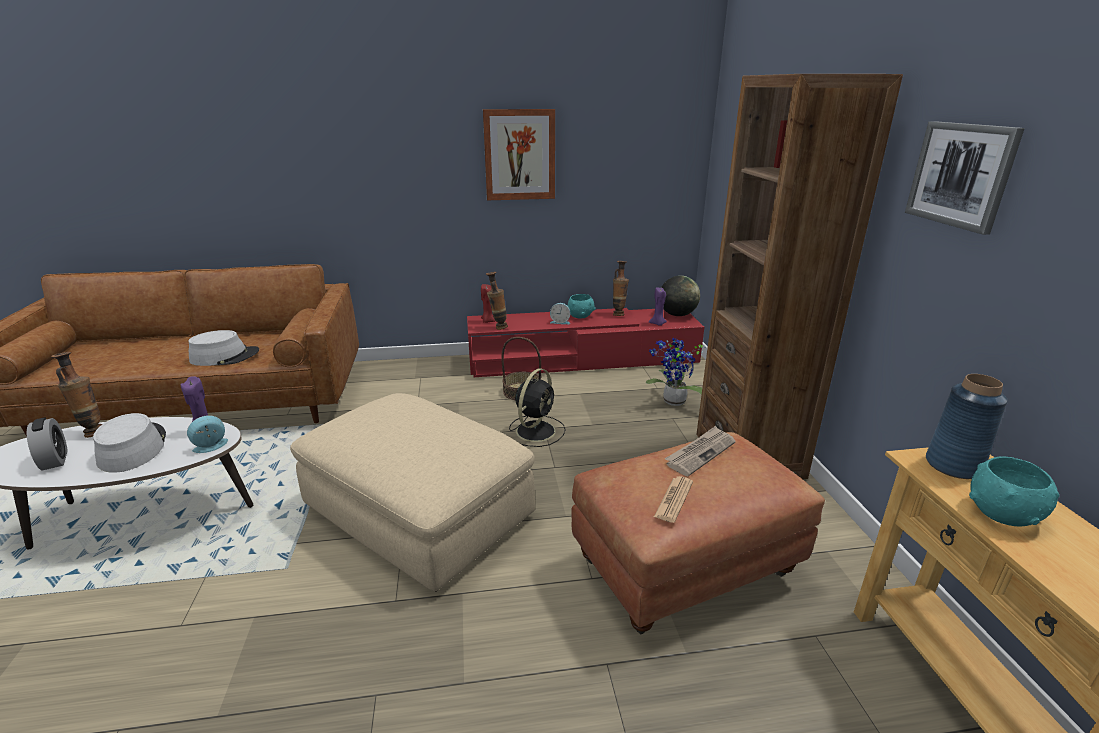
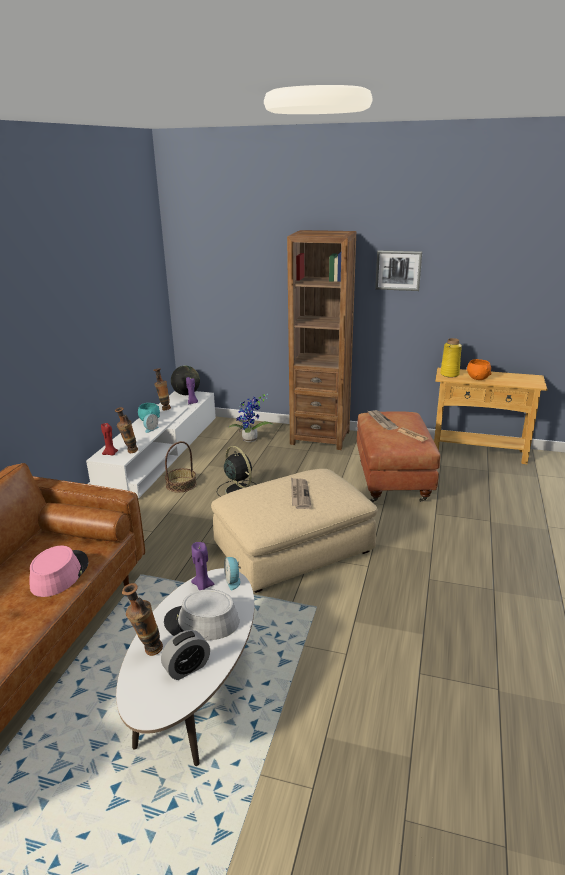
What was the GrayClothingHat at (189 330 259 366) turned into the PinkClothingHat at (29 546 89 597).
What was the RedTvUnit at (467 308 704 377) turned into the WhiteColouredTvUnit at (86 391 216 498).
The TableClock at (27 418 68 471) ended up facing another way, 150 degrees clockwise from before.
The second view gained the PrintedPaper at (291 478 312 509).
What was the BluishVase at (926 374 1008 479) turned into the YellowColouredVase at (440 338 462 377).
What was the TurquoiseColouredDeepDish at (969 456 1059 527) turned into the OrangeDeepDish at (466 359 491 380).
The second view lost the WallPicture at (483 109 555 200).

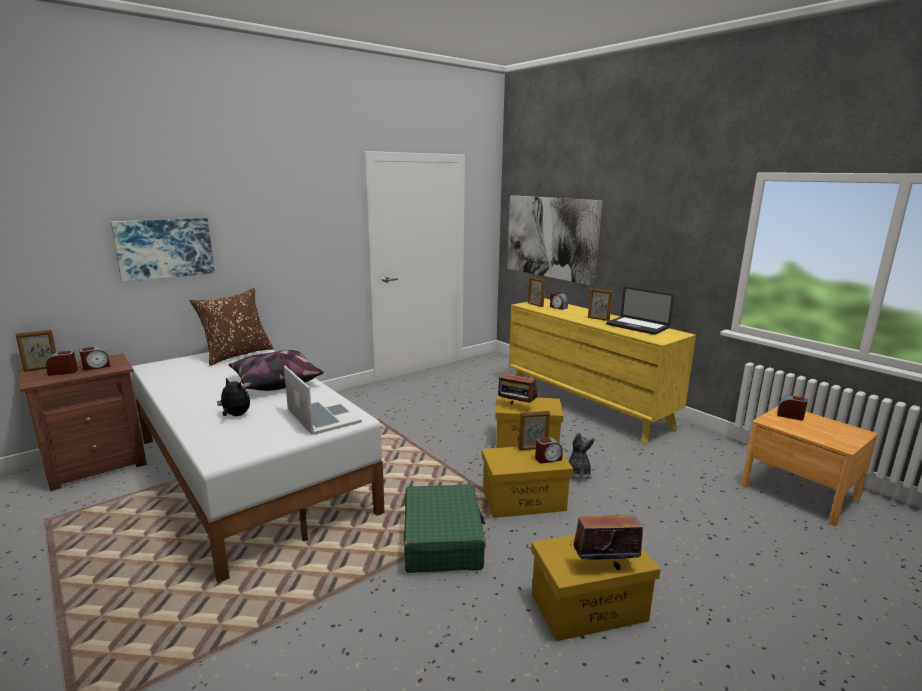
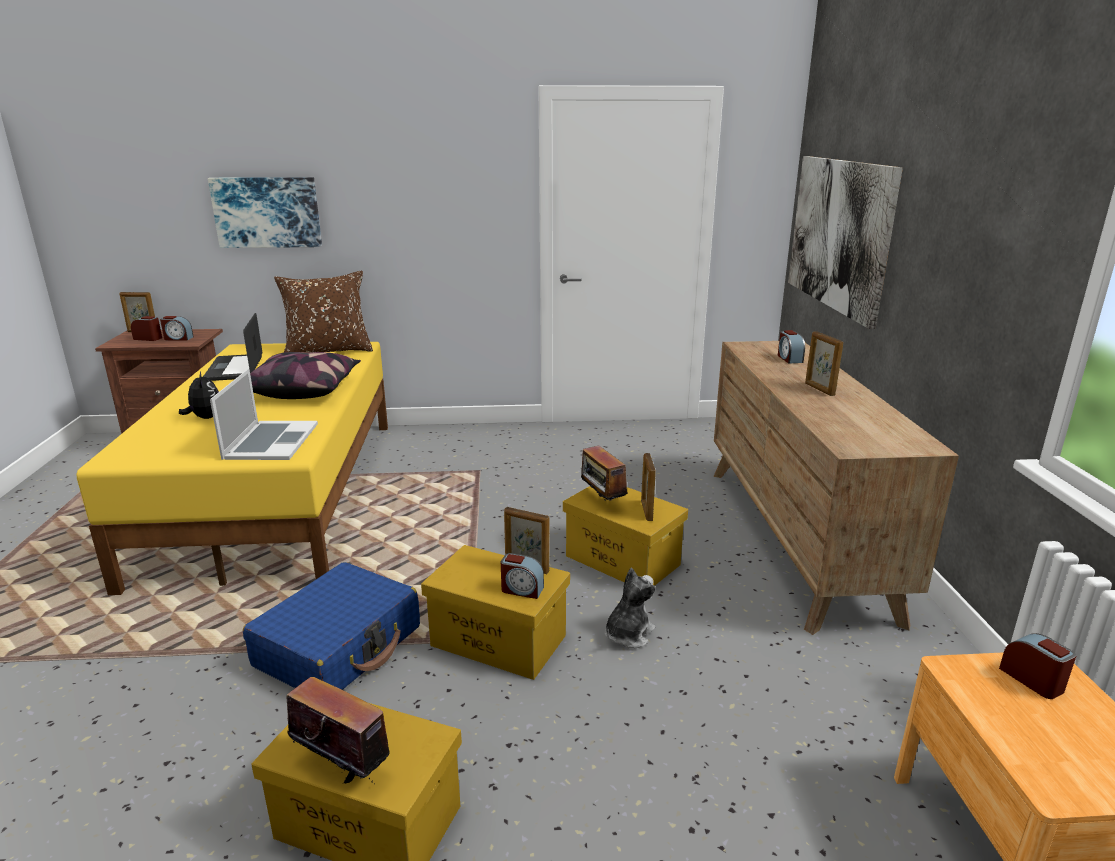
What was the WhiteColouredSleepingBed at (131 349 385 583) turned into the YellowColouredSleepingBed at (76 342 388 595).
The PortableComputer ended up elsewhere, having gone from (606 287 674 335) to (203 313 262 381).
What was the GreenishTravelCase at (403 484 486 573) turned into the BluishTravelCase at (243 562 420 690).
The PhotoFrame ended up elsewhere, having gone from (528 277 545 307) to (641 453 656 521).
What was the YellowColouredChestOfDrawers at (509 298 696 445) turned into the BrownColouredChestOfDrawers at (713 341 959 635).

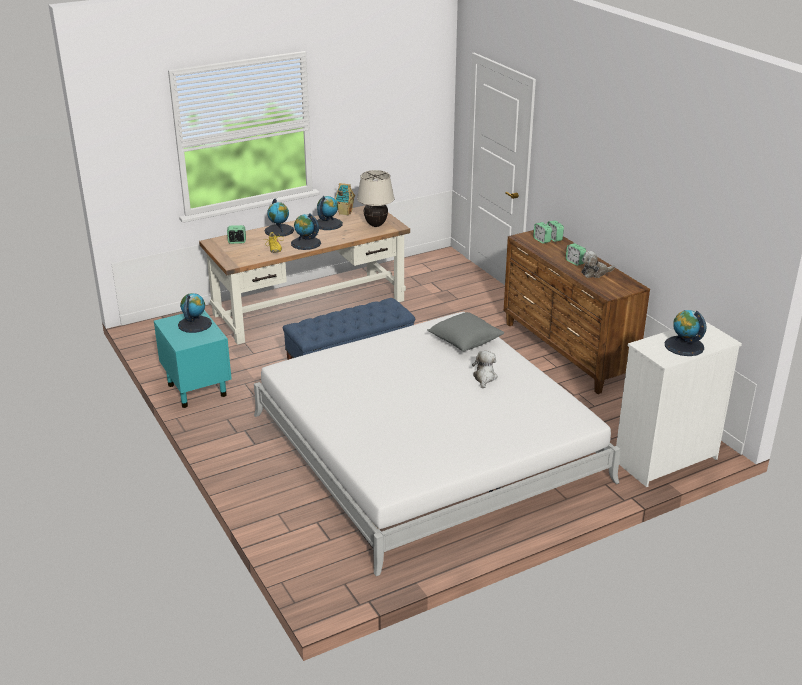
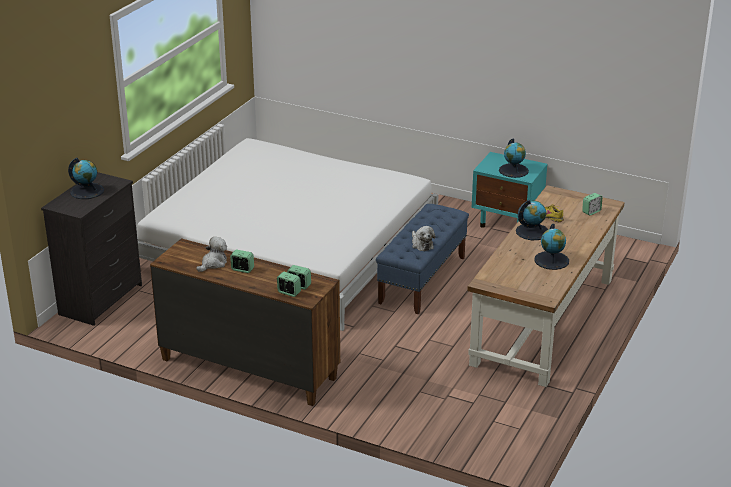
What was the WhiteColouredChestOfDrawers at (616 321 742 487) turned into the BlackChestOfDrawers at (41 172 142 326).
The SoftToy ended up elsewhere, having gone from (472 351 497 389) to (412 226 435 251).
The second view lost the DeskGlobe at (264 198 294 236).
The second view lost the MiniatureHouse at (335 183 355 216).
The second view lost the BeigeTableLamp at (357 170 395 227).
The second view lost the GrayThrowPillow at (427 312 504 352).

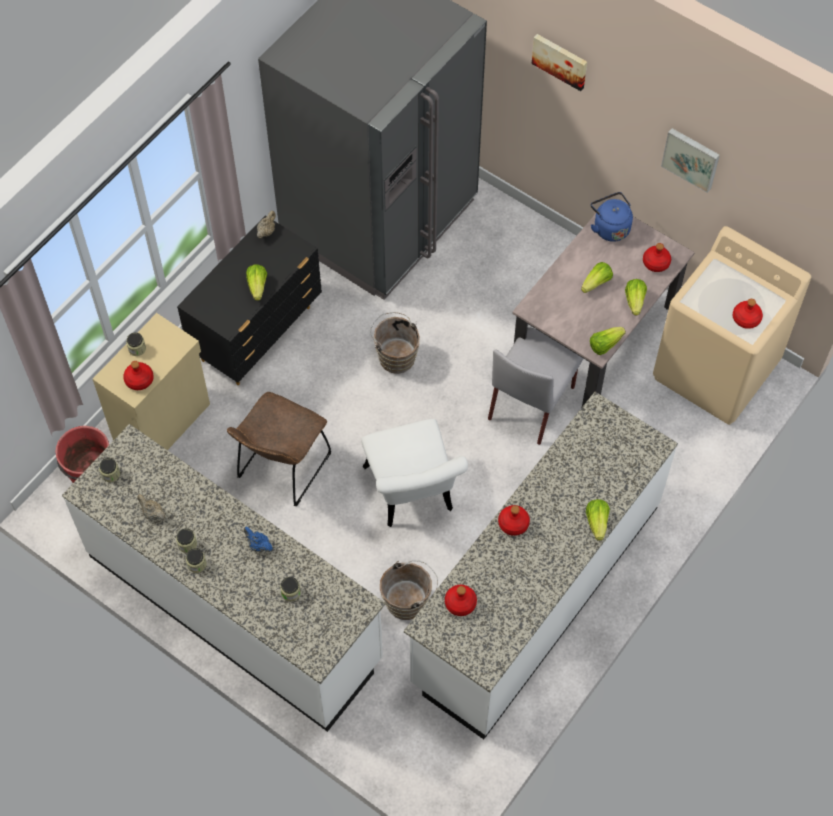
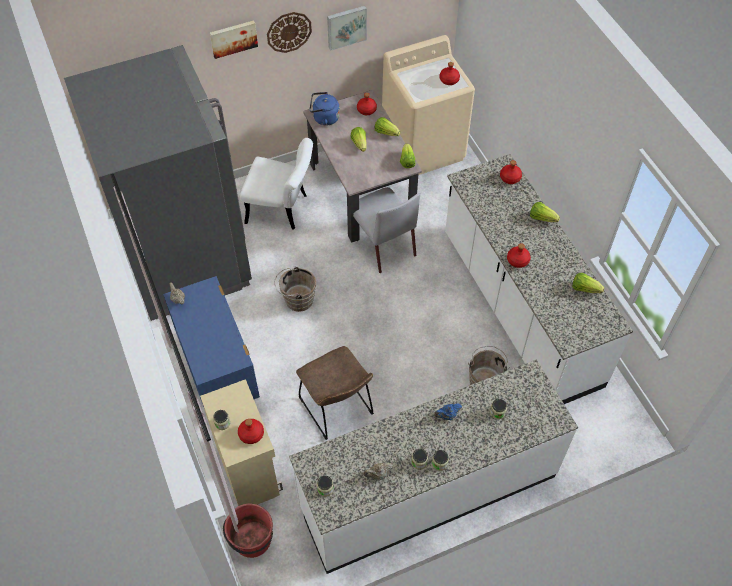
What was the BlackChestOfDrawers at (177 215 322 385) turned into the BluishChestOfDrawers at (163 276 260 407).
The WhiteColouredChair ended up elsewhere, having gone from (361 419 468 527) to (240 138 313 229).
The second view gained the ClockOnTheWall at (267 12 312 53).
The RedDrinkBottle ended up elsewhere, having gone from (445 585 477 616) to (500 160 522 184).
The Lettuce ended up elsewhere, having gone from (246 264 267 301) to (572 273 604 293).

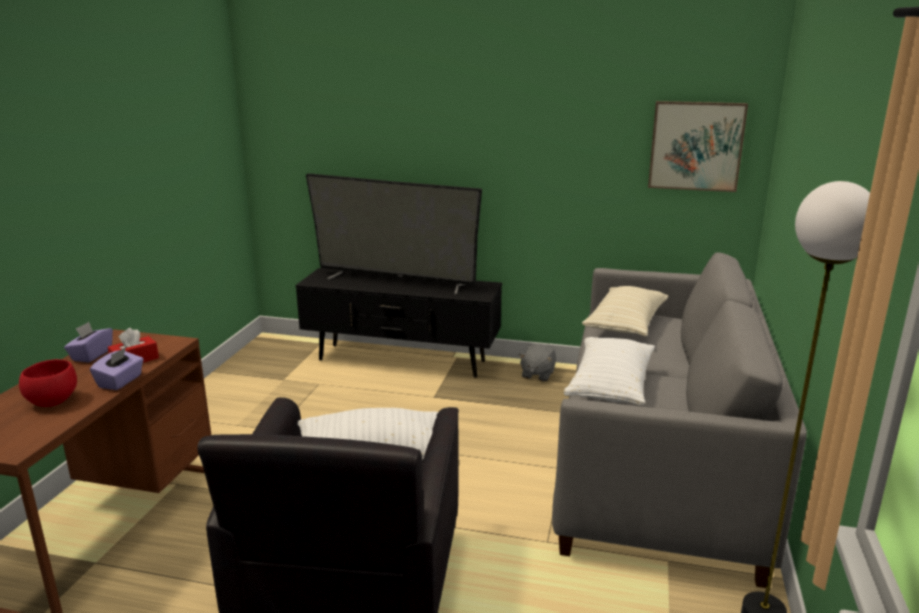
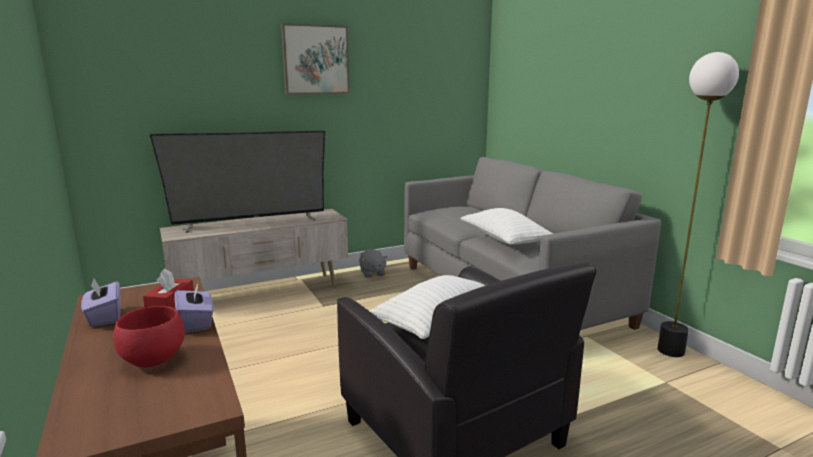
What was the BlackTvUnit at (296 268 502 378) turned into the BeigeTvUnit at (160 209 348 287).
The WallPicture ended up elsewhere, having gone from (648 101 748 192) to (281 23 350 94).
The second view lost the BeigeThrowPillow at (582 286 668 337).

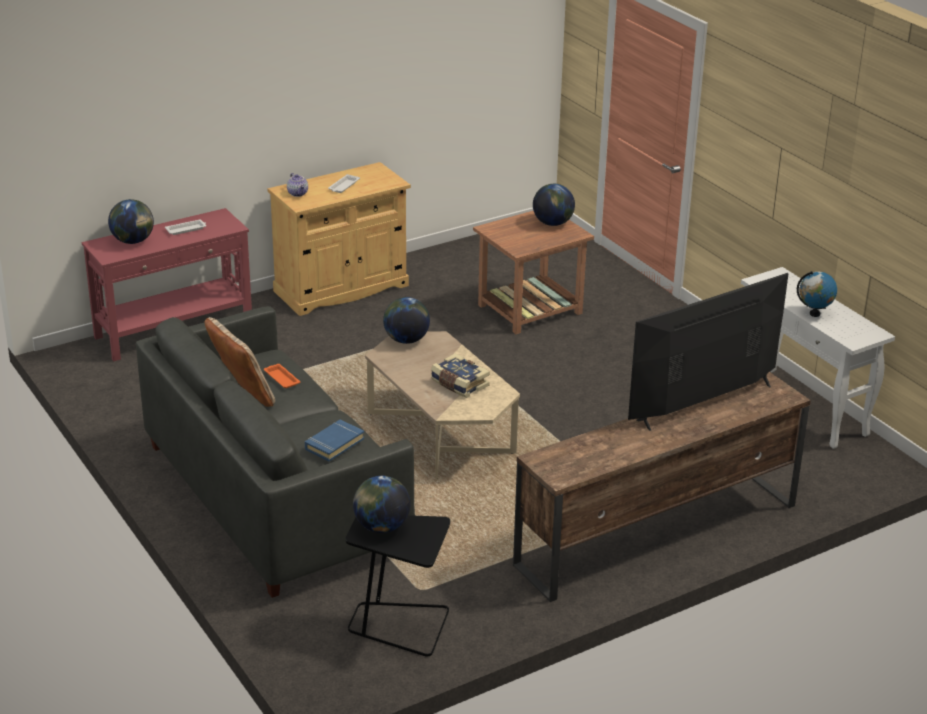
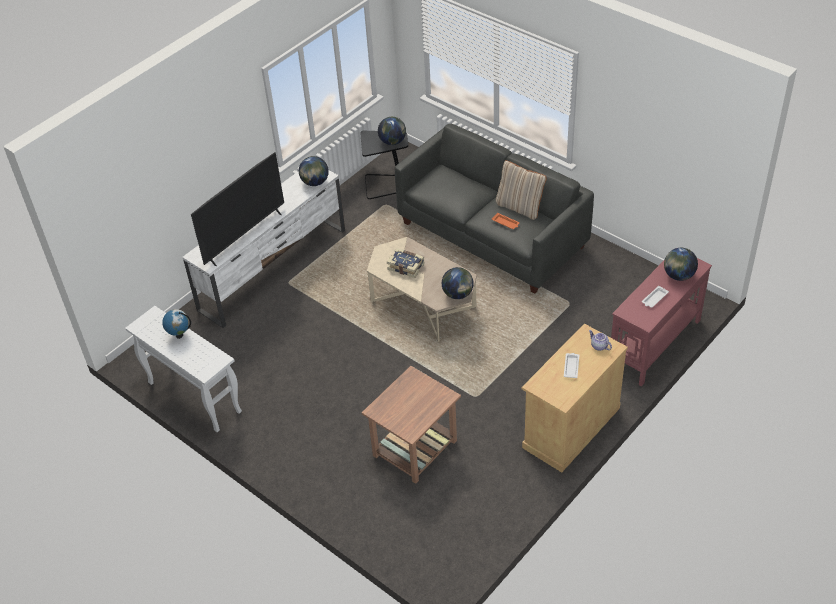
What was the BrownColouredTvUnit at (513 372 811 602) turned into the WhiteColouredTvUnit at (182 171 345 328).
The DeskGlobe ended up elsewhere, having gone from (533 184 575 226) to (299 156 329 186).
The second view lost the BluishVolume at (305 420 364 461).

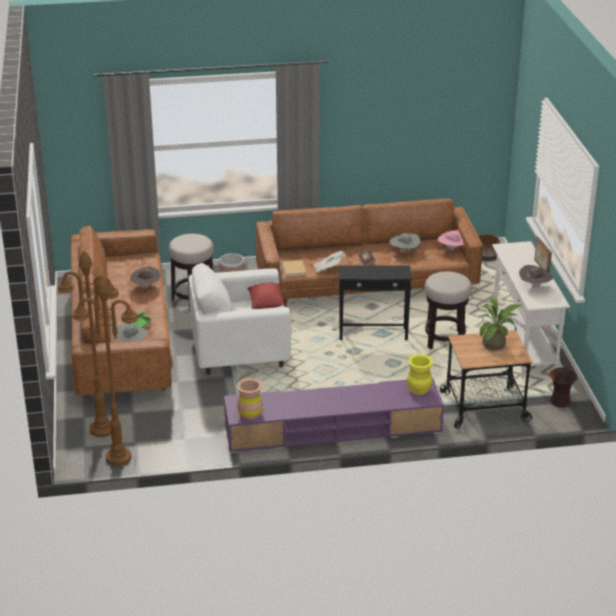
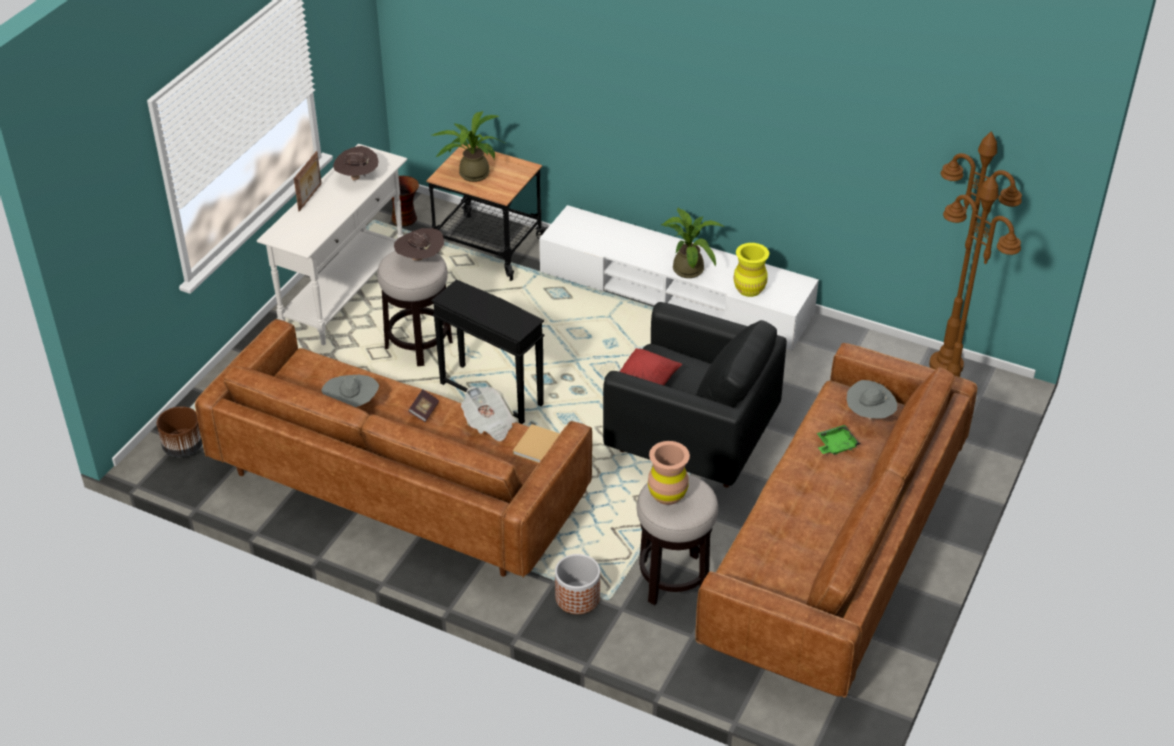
The BrownColouredClothingHat ended up elsewhere, having gone from (130 266 161 289) to (394 228 444 261).
What was the PurpleColouredTvUnit at (224 377 444 453) turned into the WhiteColouredTvUnit at (539 205 819 350).
What was the WhiteColouredEasyChair at (189 263 291 375) turned into the BlackEasyChair at (603 302 787 488).
The BrownColouredVase ended up elsewhere, having gone from (237 378 263 420) to (648 441 690 505).
The second view gained the PottedPlant at (661 208 724 278).
The YellowColouredVase ended up elsewhere, having gone from (407 354 433 395) to (733 243 769 297).
The second view lost the PinkClothingHat at (438 230 464 250).

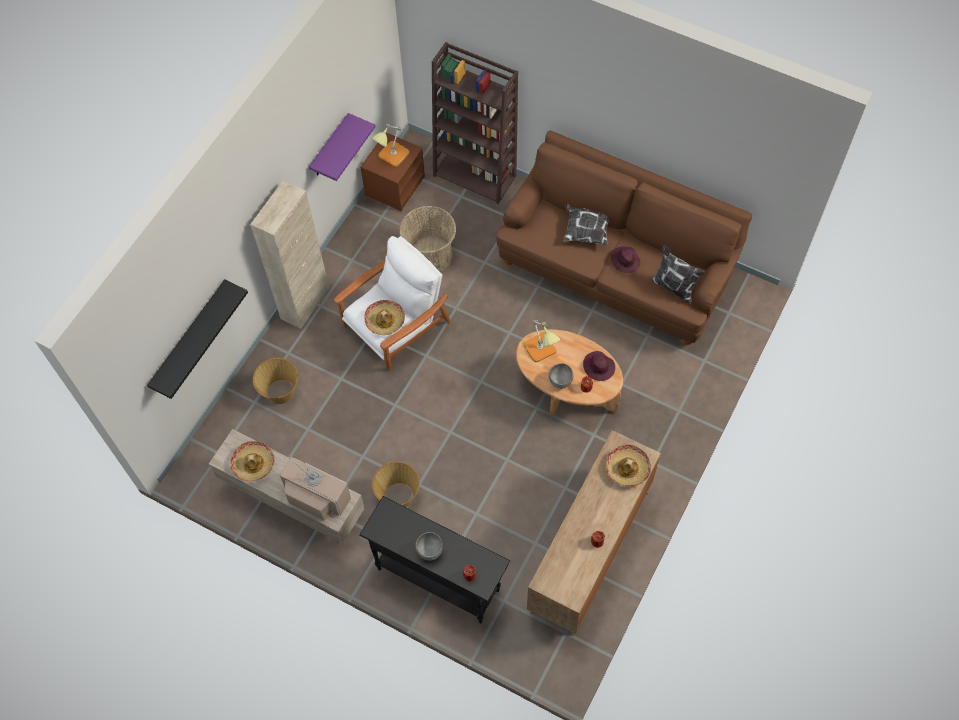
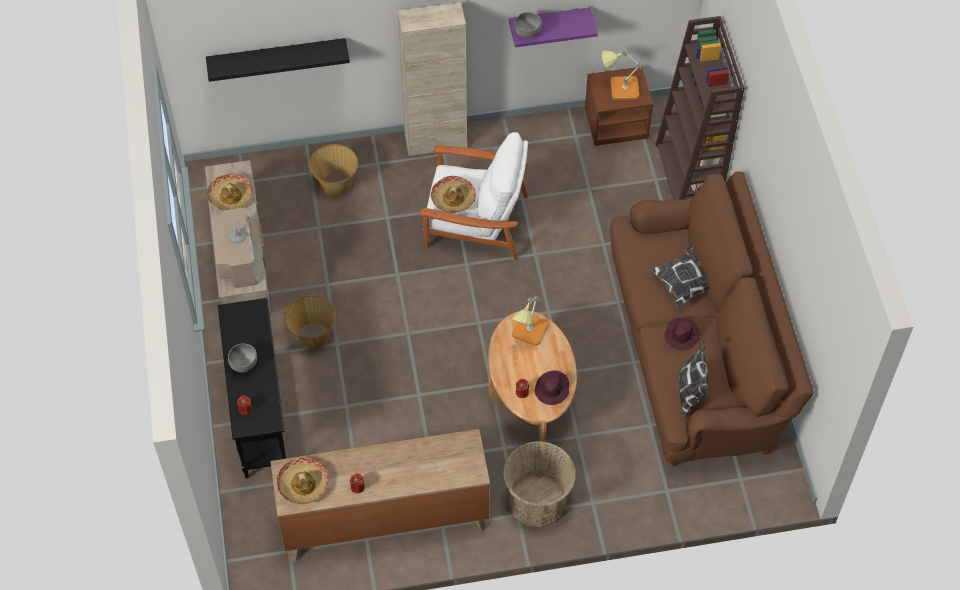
The ClothingHat ended up elsewhere, having gone from (606 445 651 487) to (277 457 329 504).
The StorageBasket ended up elsewhere, having gone from (399 206 456 272) to (503 441 576 527).
The GrayDeepDish ended up elsewhere, having gone from (549 363 573 389) to (515 12 541 38).

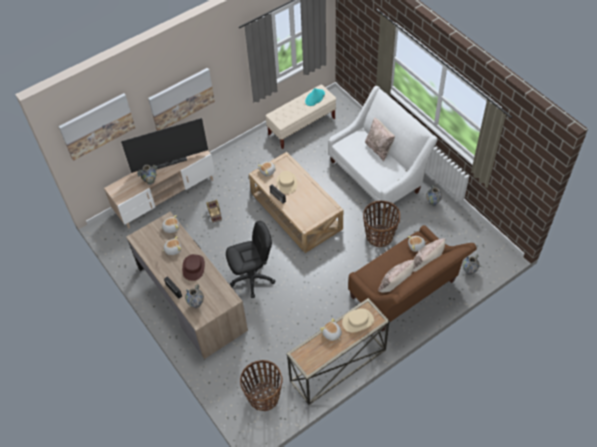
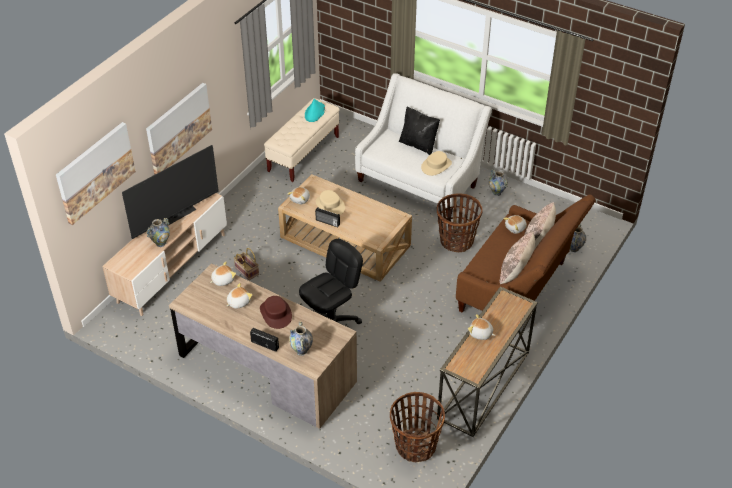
What was the BeigeThrowPillow at (365 118 395 161) turned into the BlackThrowPillow at (399 107 440 155).
The BeigeClothingHat ended up elsewhere, having gone from (342 308 374 333) to (421 151 452 176).

